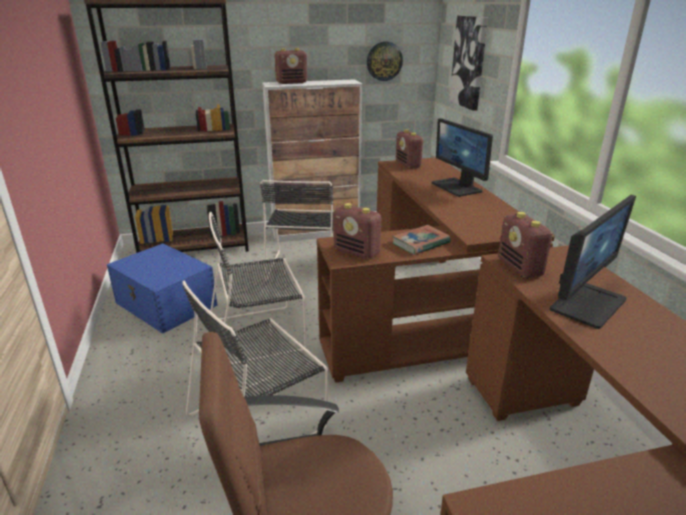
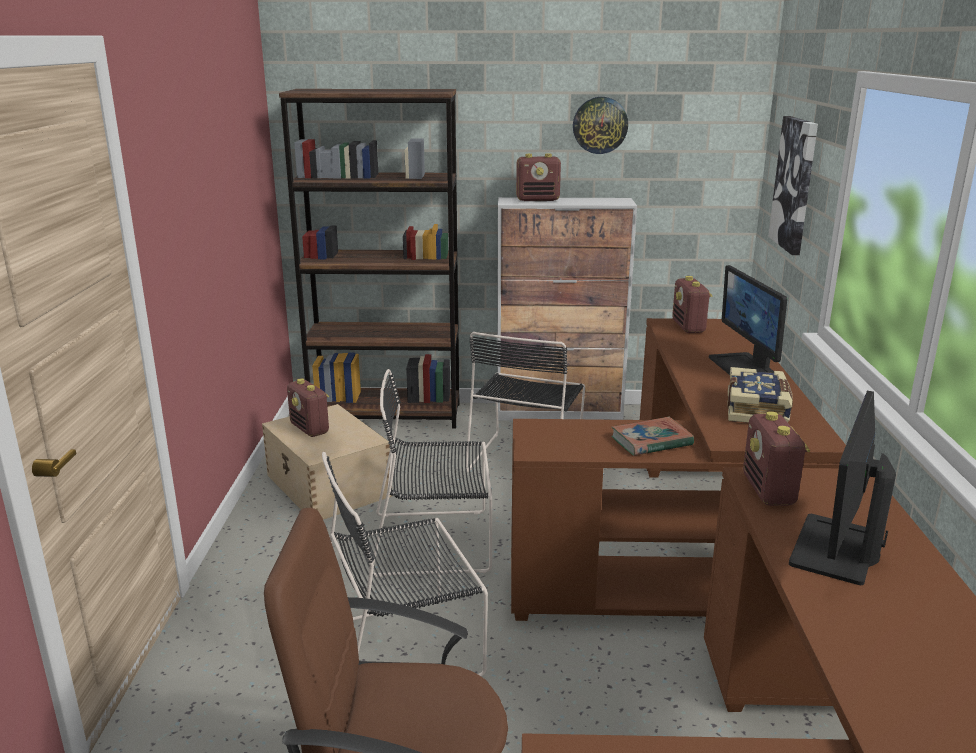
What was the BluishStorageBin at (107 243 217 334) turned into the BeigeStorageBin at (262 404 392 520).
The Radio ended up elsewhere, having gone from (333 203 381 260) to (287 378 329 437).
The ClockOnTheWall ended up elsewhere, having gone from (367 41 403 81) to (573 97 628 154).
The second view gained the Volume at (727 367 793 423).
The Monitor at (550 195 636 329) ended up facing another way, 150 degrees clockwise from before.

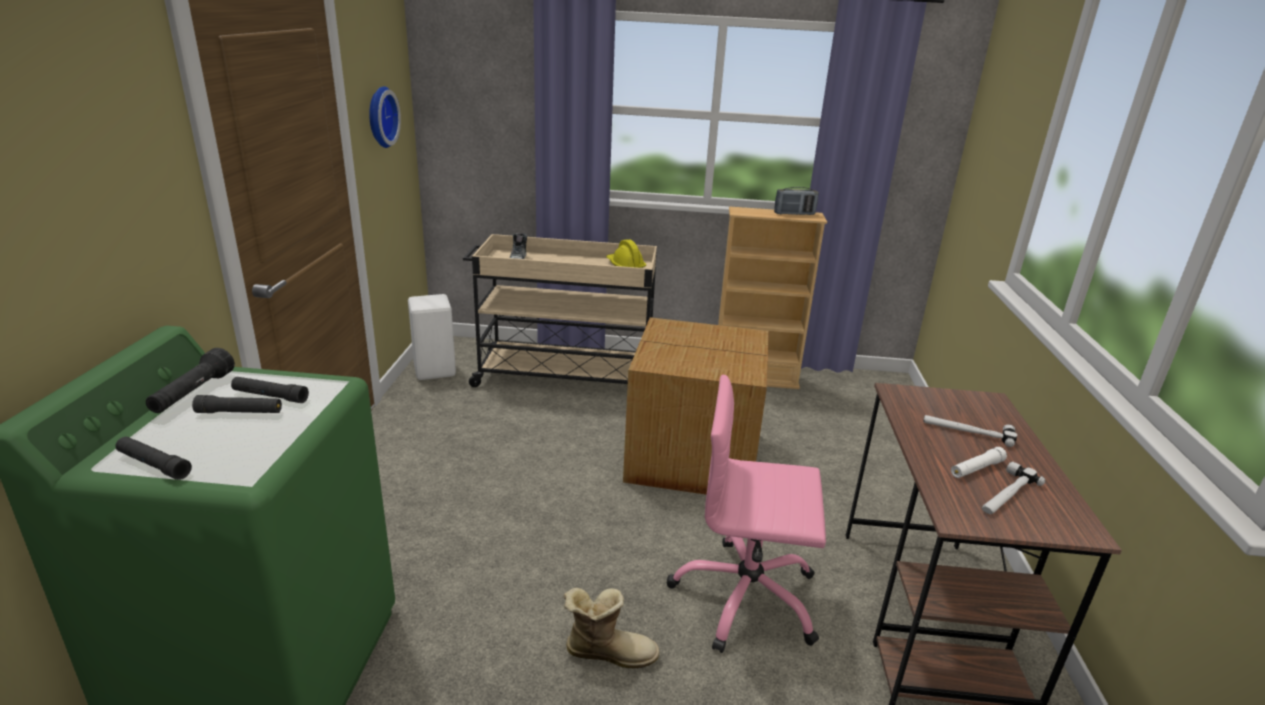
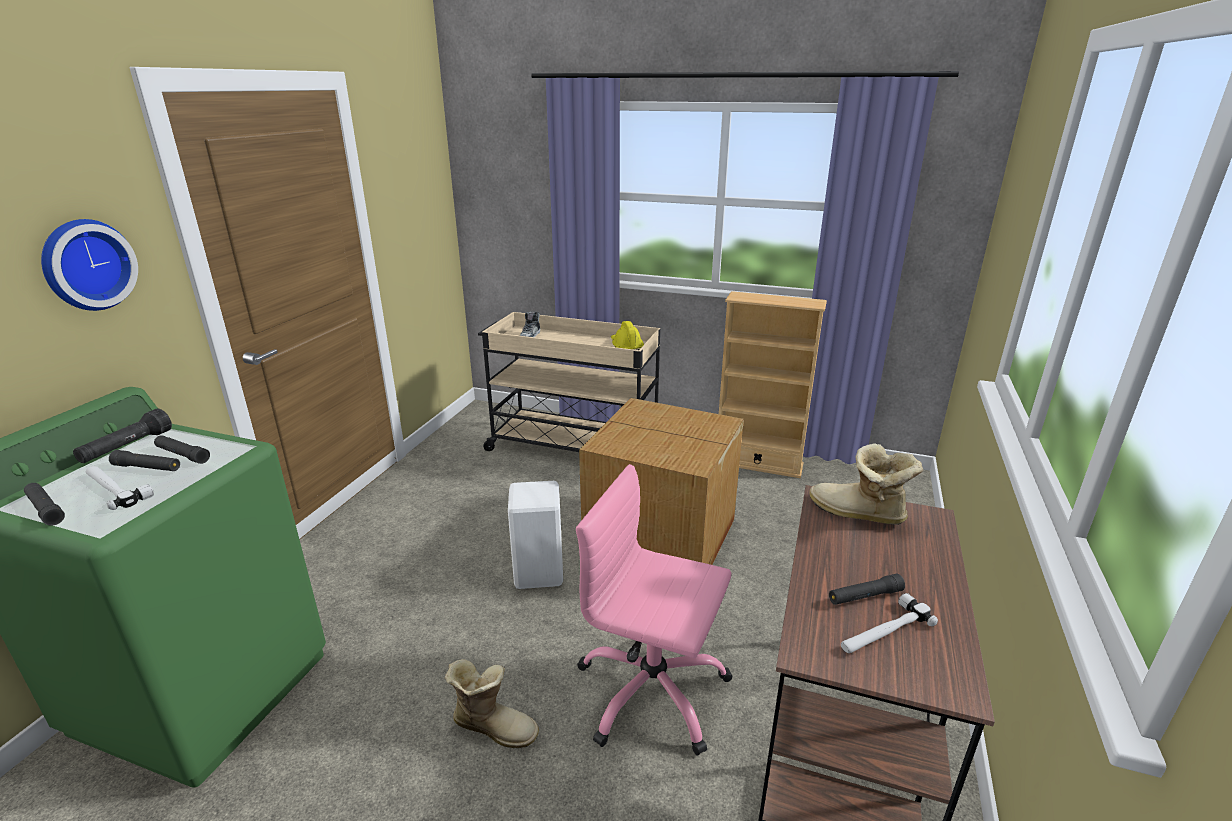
The ClockOnTheWall ended up elsewhere, having gone from (369 86 401 148) to (41 219 138 311).
The ToolHammer ended up elsewhere, having gone from (923 415 1017 447) to (86 466 154 510).
The WhiteColouredStool ended up elsewhere, having gone from (408 294 456 380) to (508 481 563 589).
The second view gained the HighTopBoot at (809 443 923 525).
What was the WhiteColouredFlashlight at (951 447 1007 478) turned into the BlackFlashlight at (829 574 905 605).
The second view lost the Radio at (774 187 819 215).

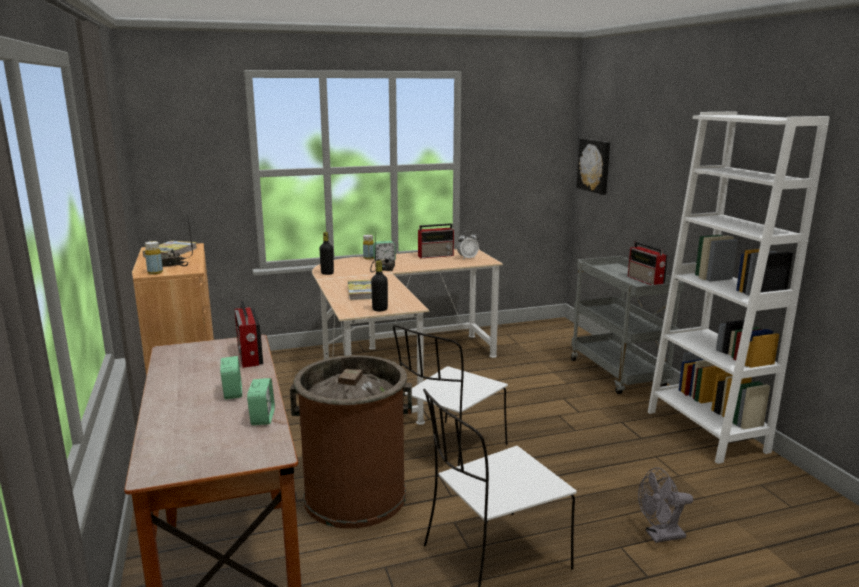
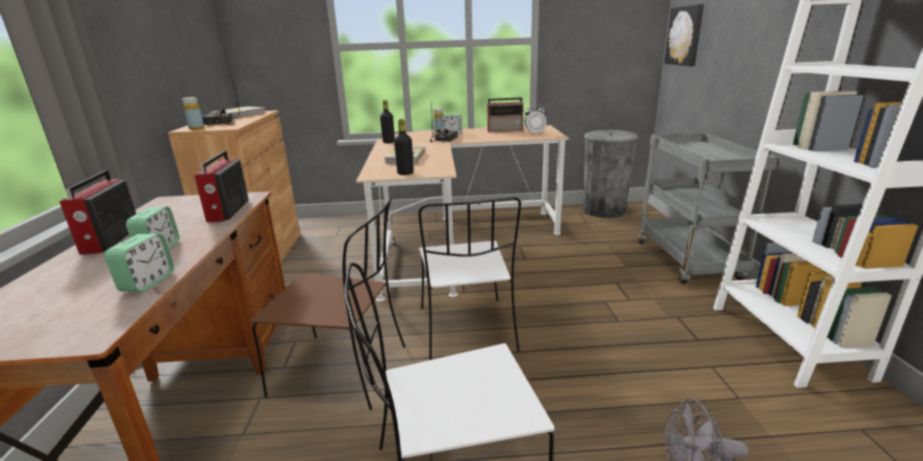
The Radio ended up elsewhere, having gone from (628 242 668 285) to (60 170 136 255).
Where the BrownColouredRubbishBin stood at (290 355 412 529), the BrownColouredChair came to stand at (250 198 405 410).
The WhiteColouredChair at (393 325 508 466) ended up facing another way, 60 degrees counterclockwise from before.
The second view gained the GrayRubbishBin at (583 130 639 218).

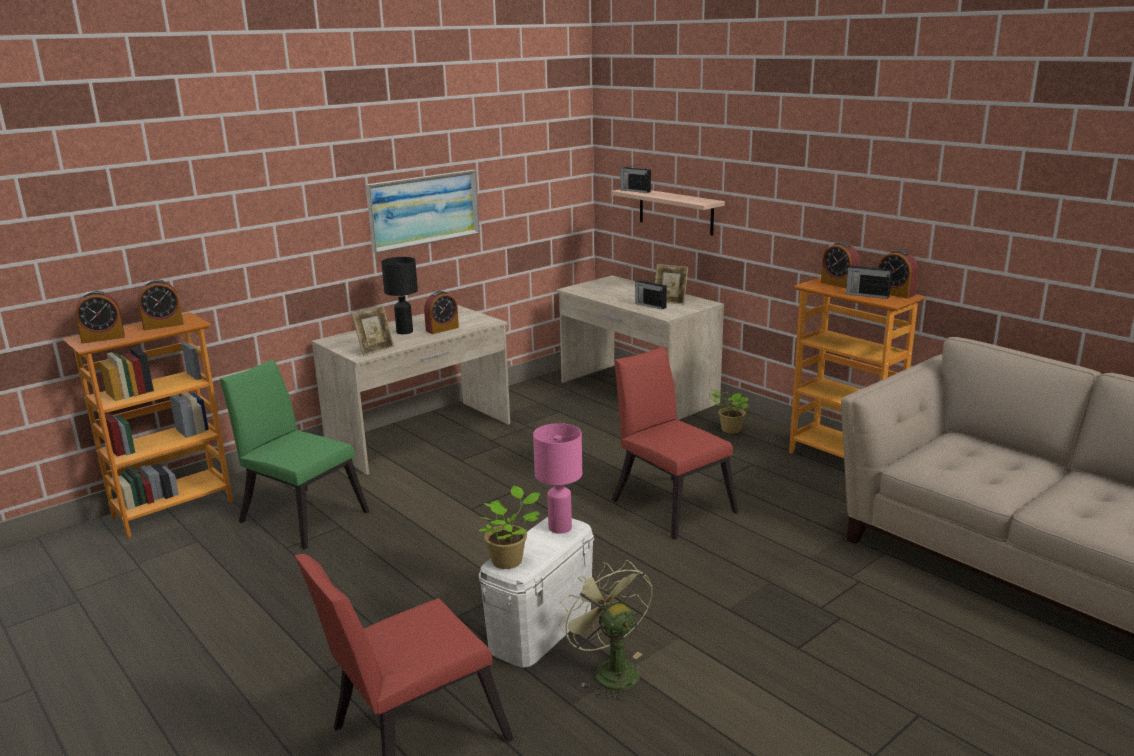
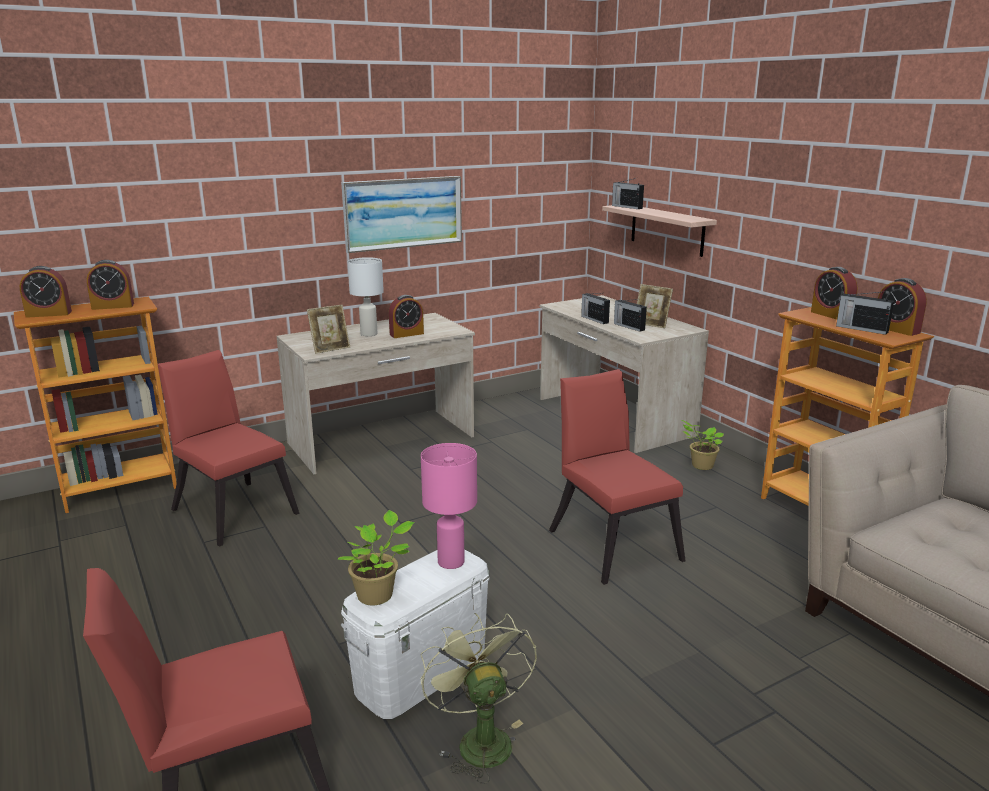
What was the GreenishChair at (220 360 369 550) turned into the RedChair at (158 350 299 547).
What was the BlackTableLamp at (381 257 418 334) turned into the WhiteColouredTableLamp at (347 257 384 336).
The second view gained the Radio at (581 293 610 324).

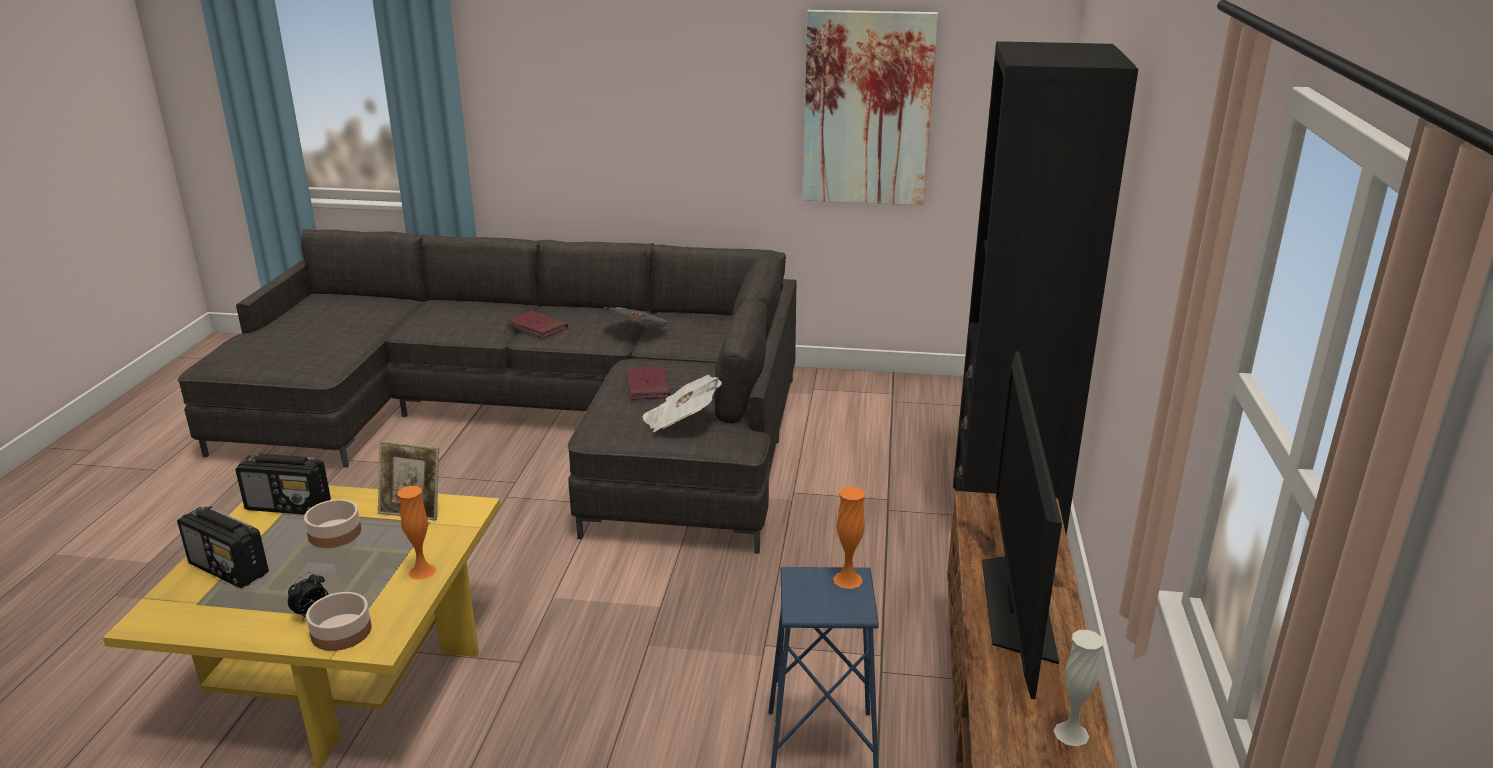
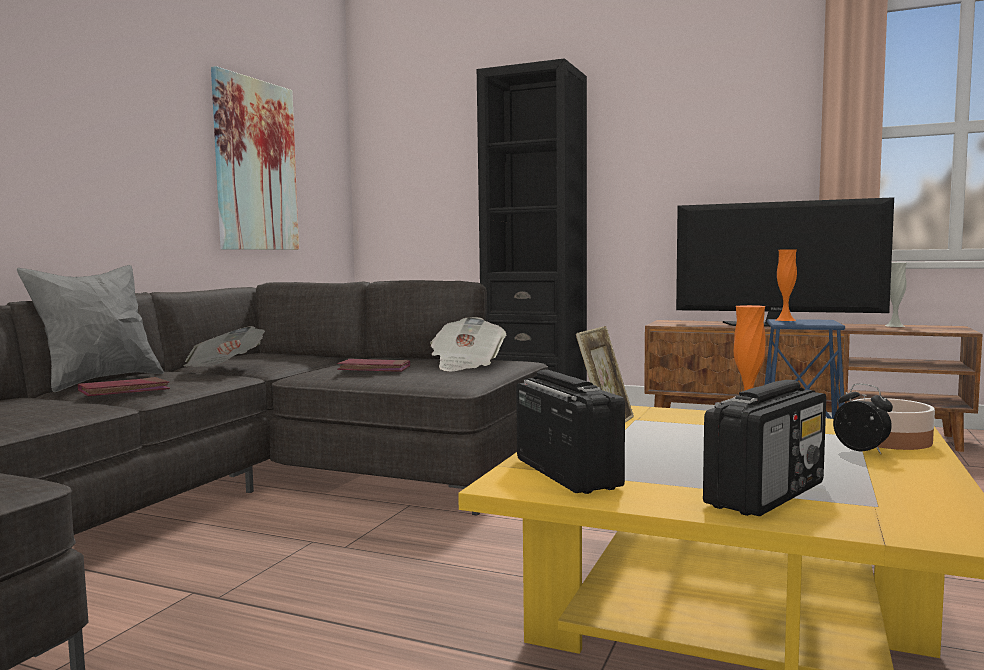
The second view gained the GrayThrowPillow at (17 265 164 392).
The Radio at (235 453 331 515) ended up facing another way, 45 degrees counterclockwise from before.
The second view lost the DeepDish at (304 499 361 548).

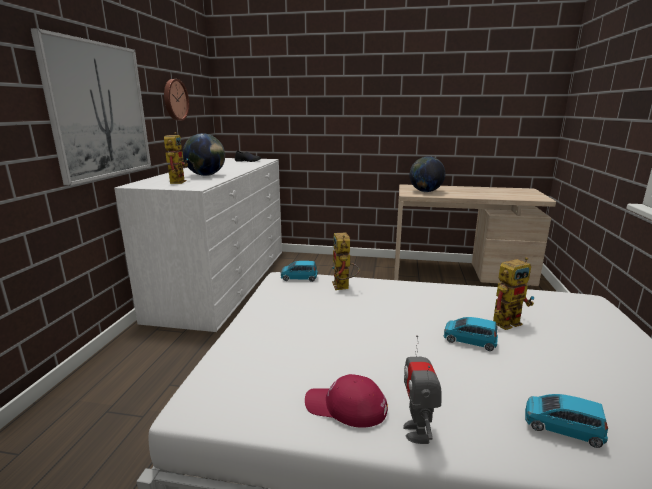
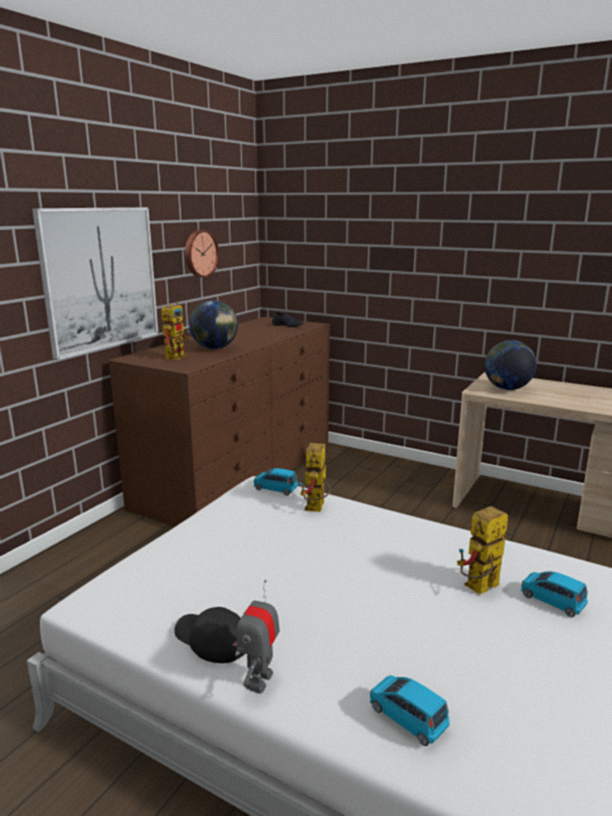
What was the WhiteColouredChestOfDrawers at (114 158 282 332) turned into the BrownColouredChestOfDrawers at (109 317 330 527).
What was the RedBaseballCap at (305 374 388 428) turned into the BlackBaseballCap at (174 607 245 663).
The ToyRobot at (493 257 534 330) ended up facing another way, 150 degrees clockwise from before.
The BluishModelCar ended up elsewhere, having gone from (444 317 498 351) to (521 571 588 617).

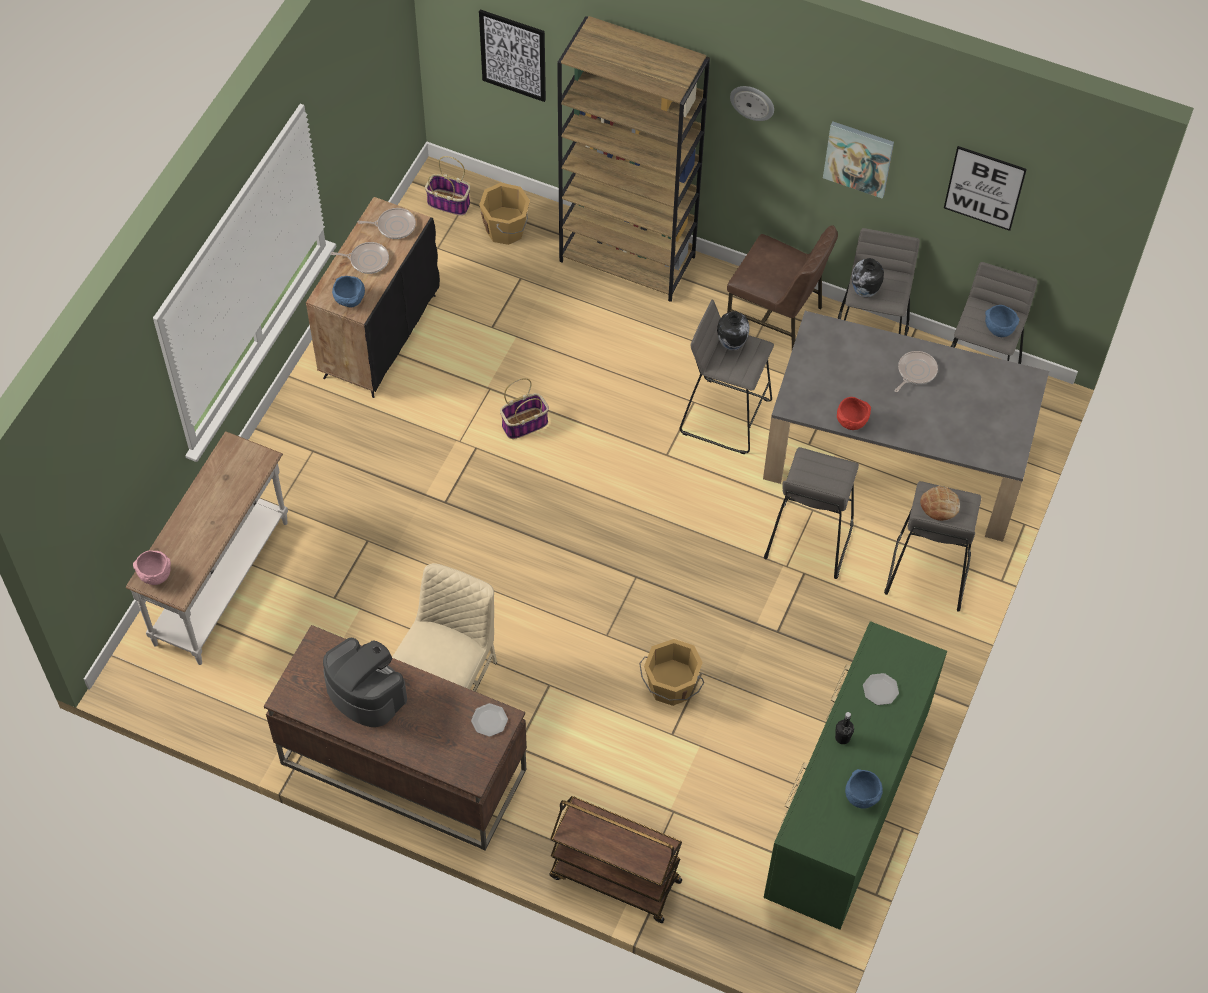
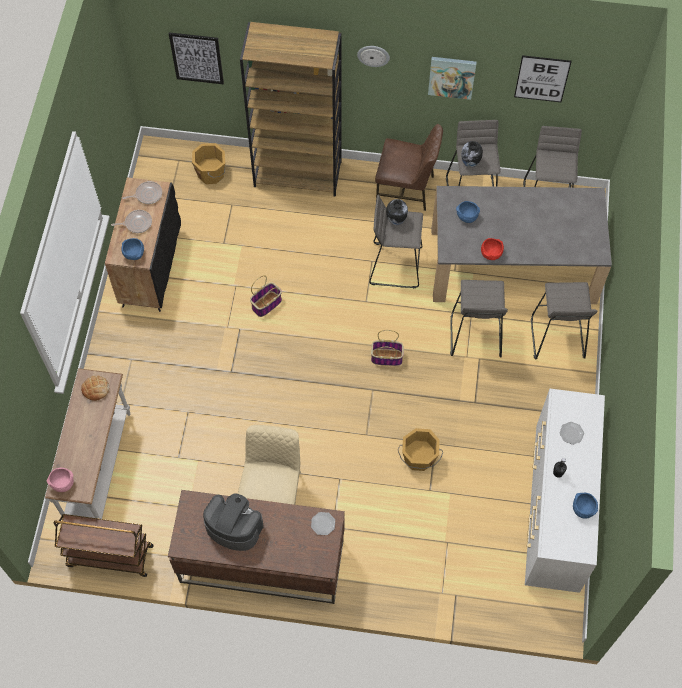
The BrownColouredTrolley ended up elsewhere, having gone from (549 796 682 923) to (54 514 154 577).
The Bread ended up elsewhere, having gone from (920 486 960 521) to (81 376 109 401).
The StorageBasket ended up elsewhere, having gone from (425 156 470 216) to (371 330 404 366).
The BluishDeepDish ended up elsewhere, having gone from (985 305 1020 337) to (456 201 480 223).
What was the GreenishChestOfDrawers at (764 621 947 930) turned into the WhiteColouredChestOfDrawers at (525 389 605 593).
The second view lost the Skillet at (895 351 938 392).

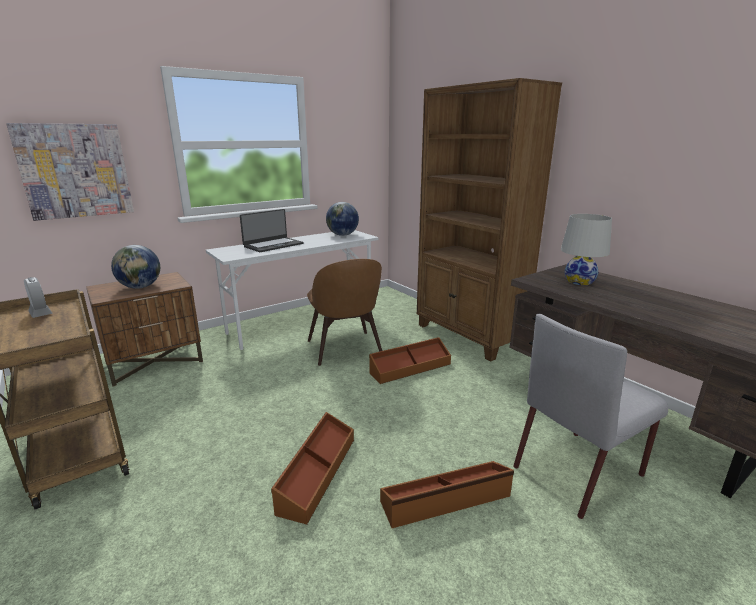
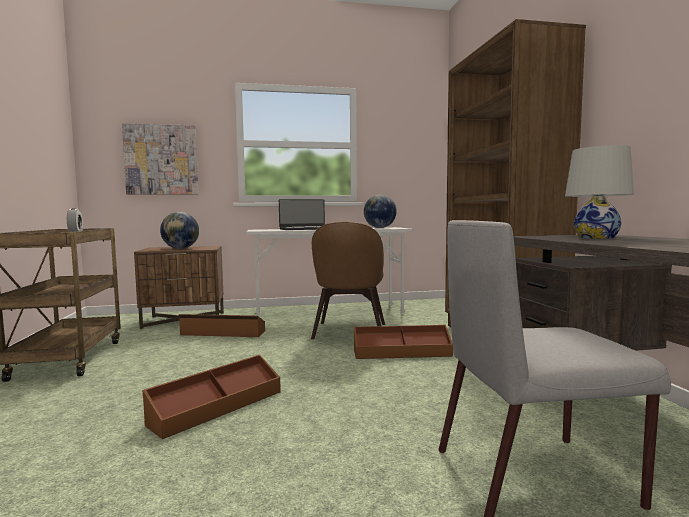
The BrownColouredStorageBin ended up elsewhere, having gone from (380 461 514 528) to (179 314 265 337).

